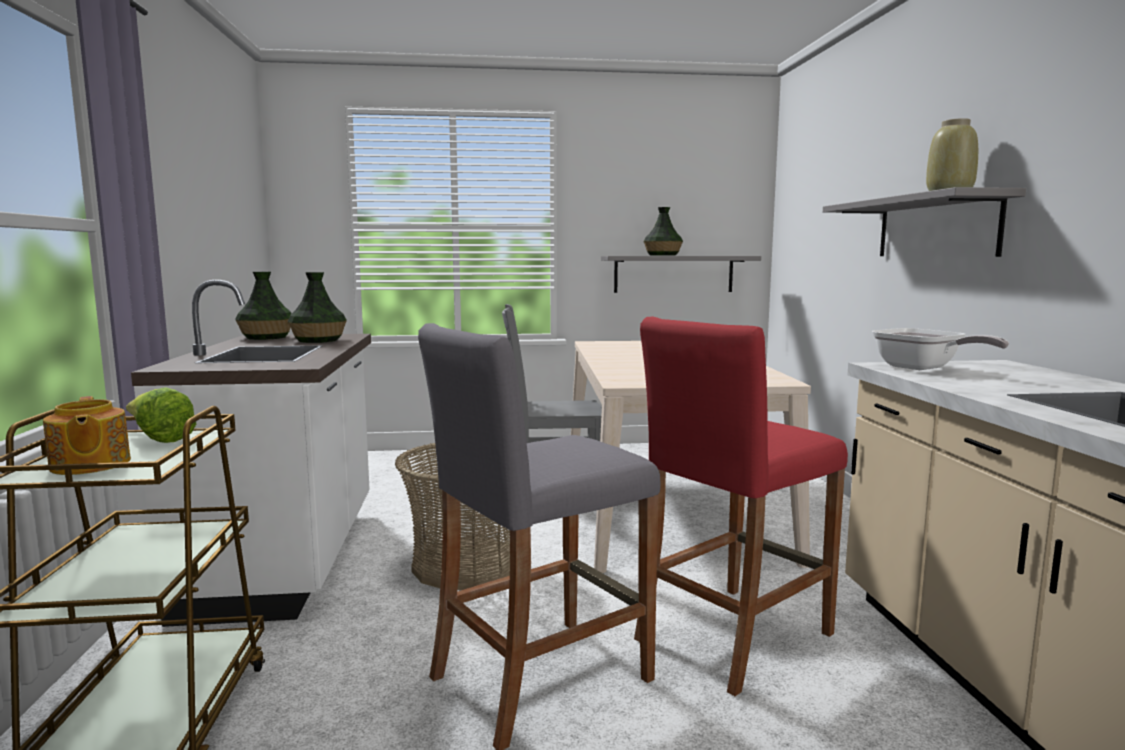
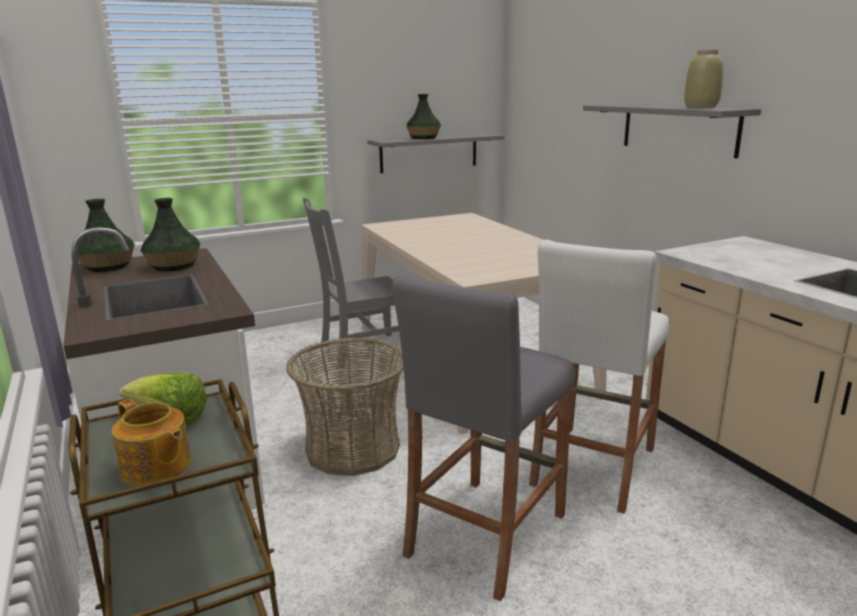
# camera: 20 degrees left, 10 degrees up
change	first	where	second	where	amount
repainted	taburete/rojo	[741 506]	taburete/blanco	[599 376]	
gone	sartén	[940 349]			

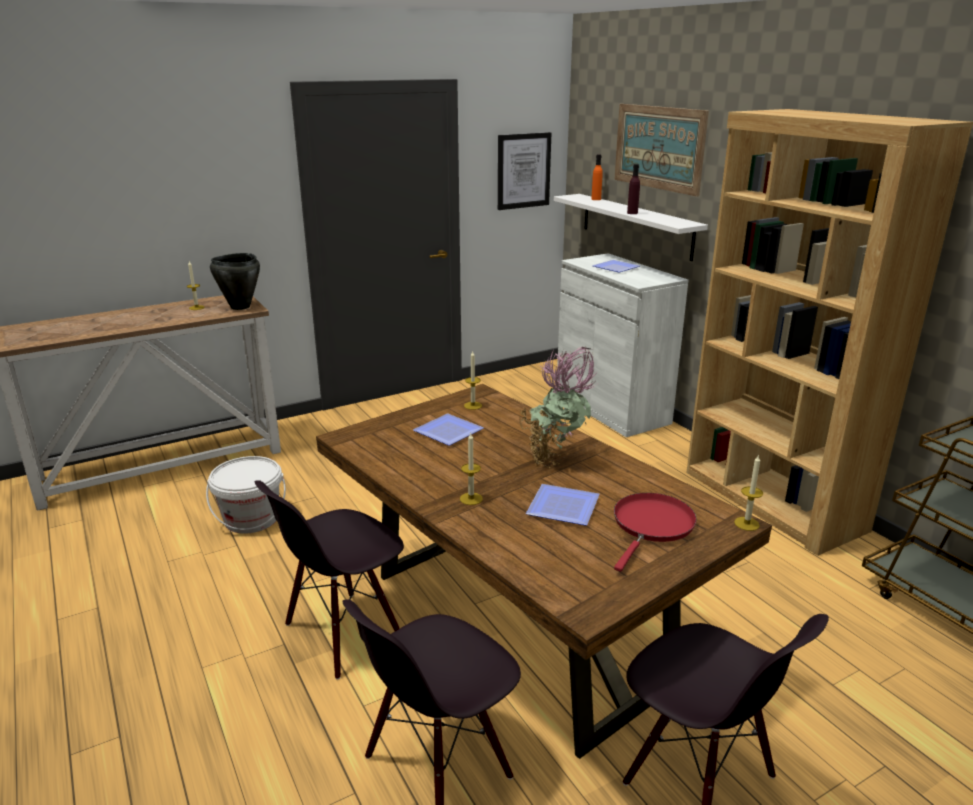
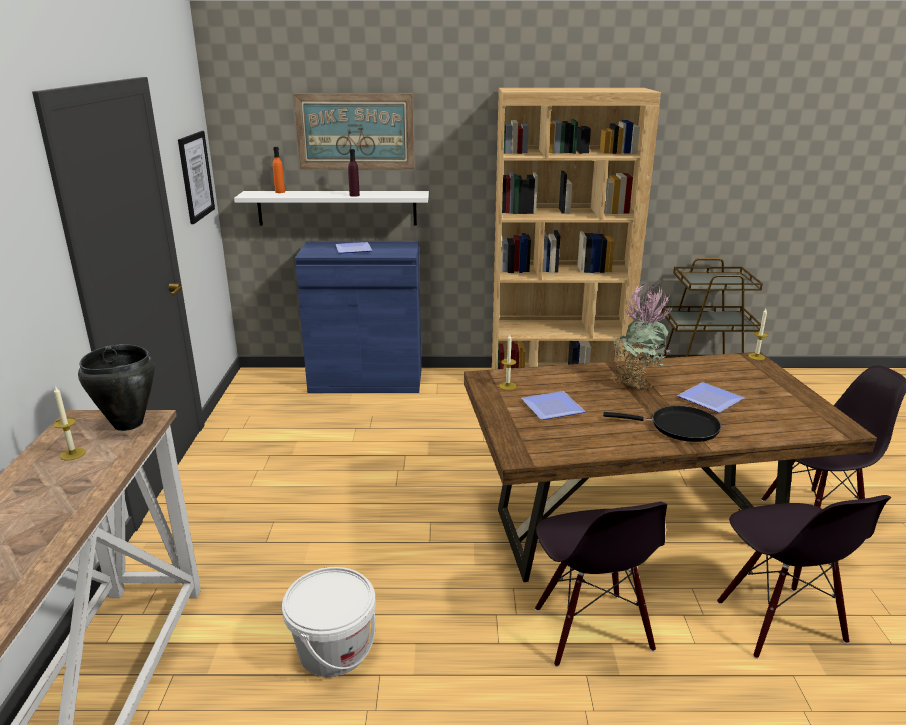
# camera: 60 degrees left, 0 degrees up
change	first	where	second	where	amount
repainted	armario/blanco	[623 345]	armario/azul	[358 317]	
swapped	vela	[471 468]	sartén/negro	[662 424]	
gone	sartén/rojo	[655 532]			

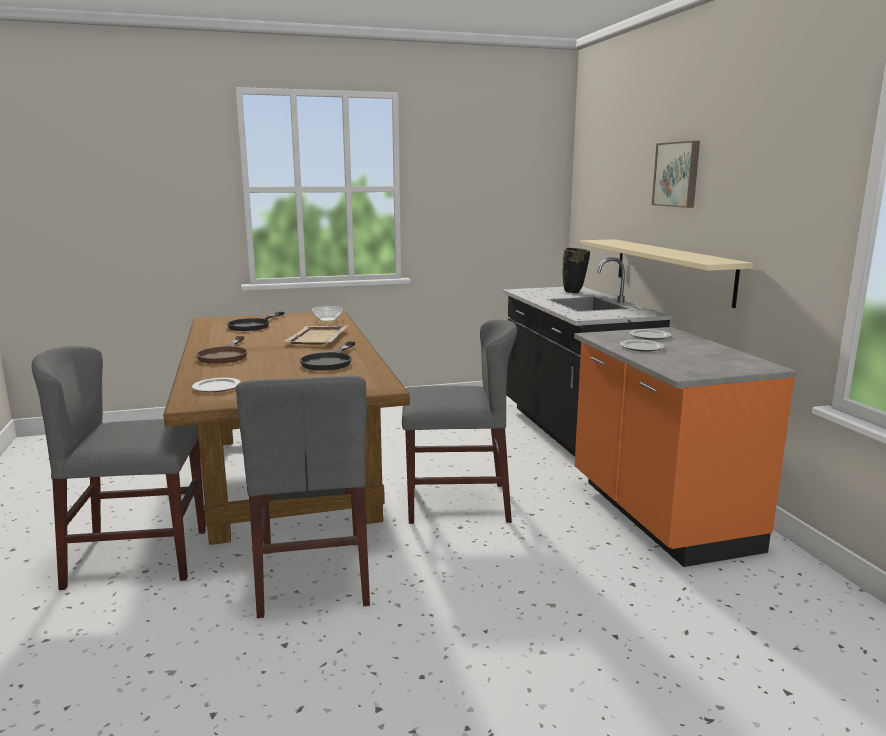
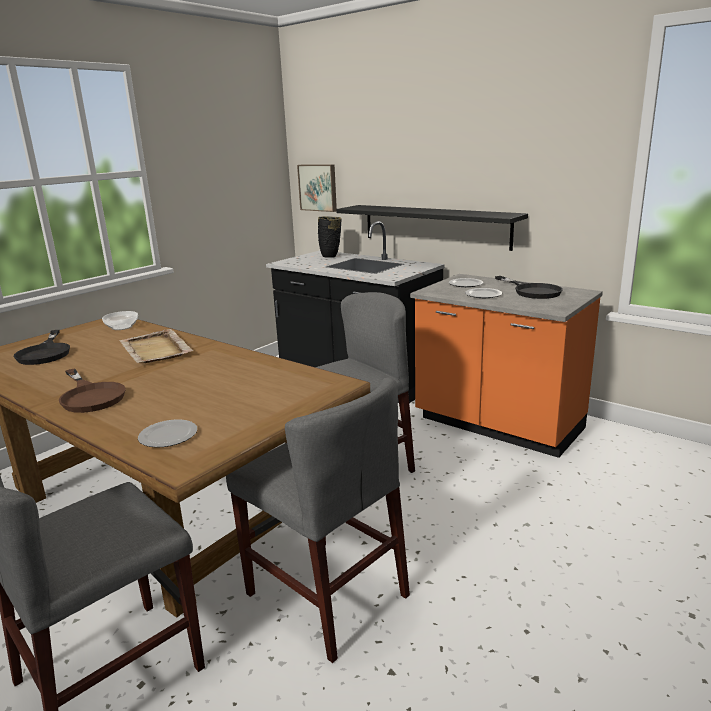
# camera: 35 degrees left, 5 degrees up
change	first	where	second	where	amount
shifted	cuadro	[676 174]		[317 188]	
repainted	estante/beis	[666 273]	estante/negro	[432 228]	
shifted	sartén/negro	[327 356]		[529 287]	

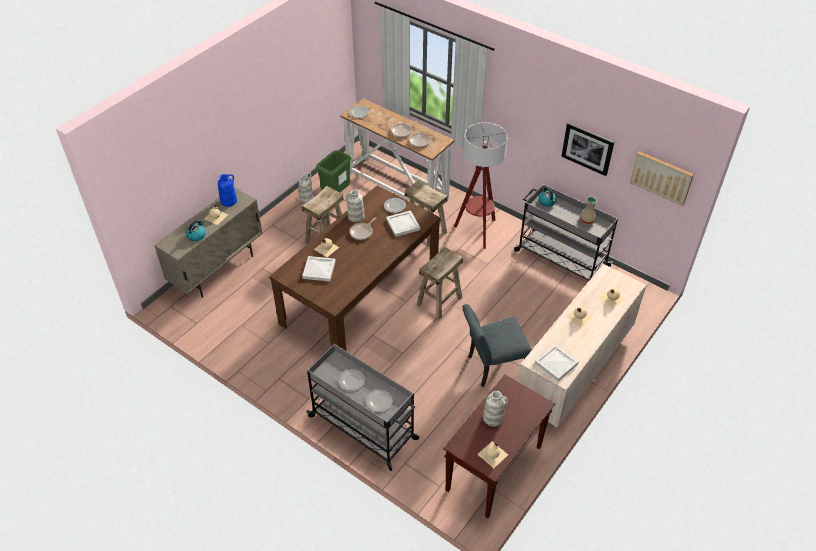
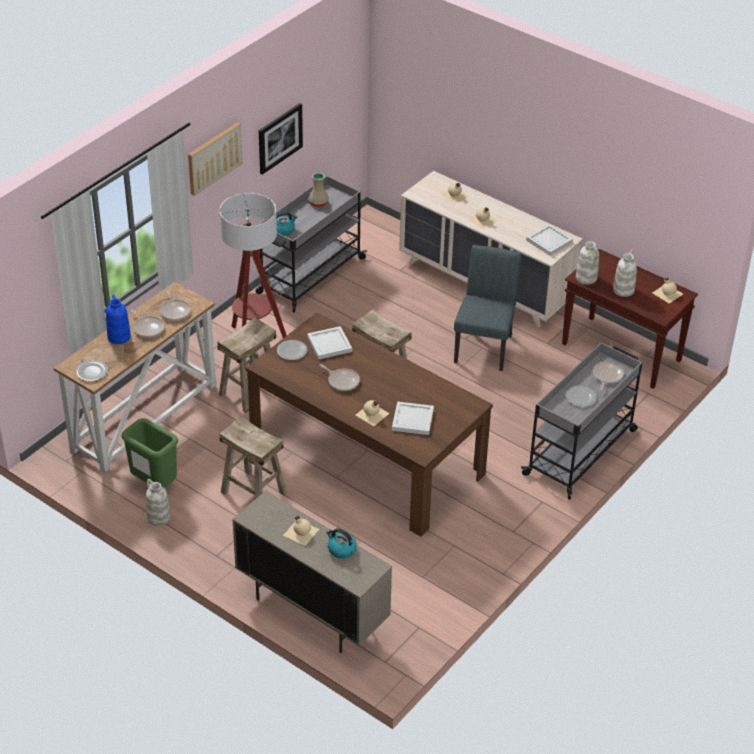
# camera: 90 degrees left, 5 degrees down
change	first	where	second	where	amount
shifted	florero/azul	[227 190]		[118 319]	
shifted	cuadro	[662 178]		[215 159]	
rotated	silla/gris	[497 345]		[488 308]	150 degrees counterclockwise
shifted	florero/blanco	[355 205]		[587 262]	
swapped	plato	[379 401]	sartén	[608 376]	

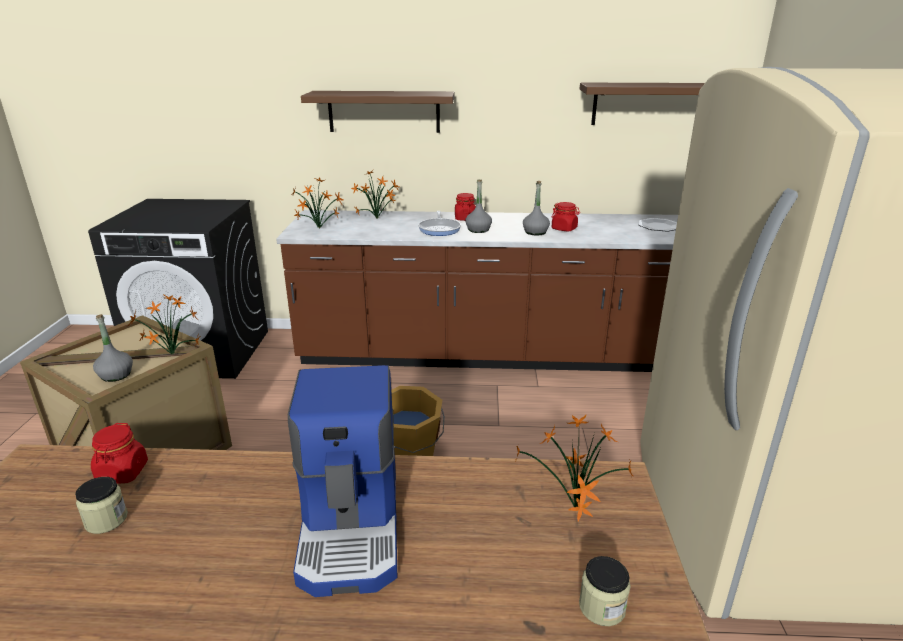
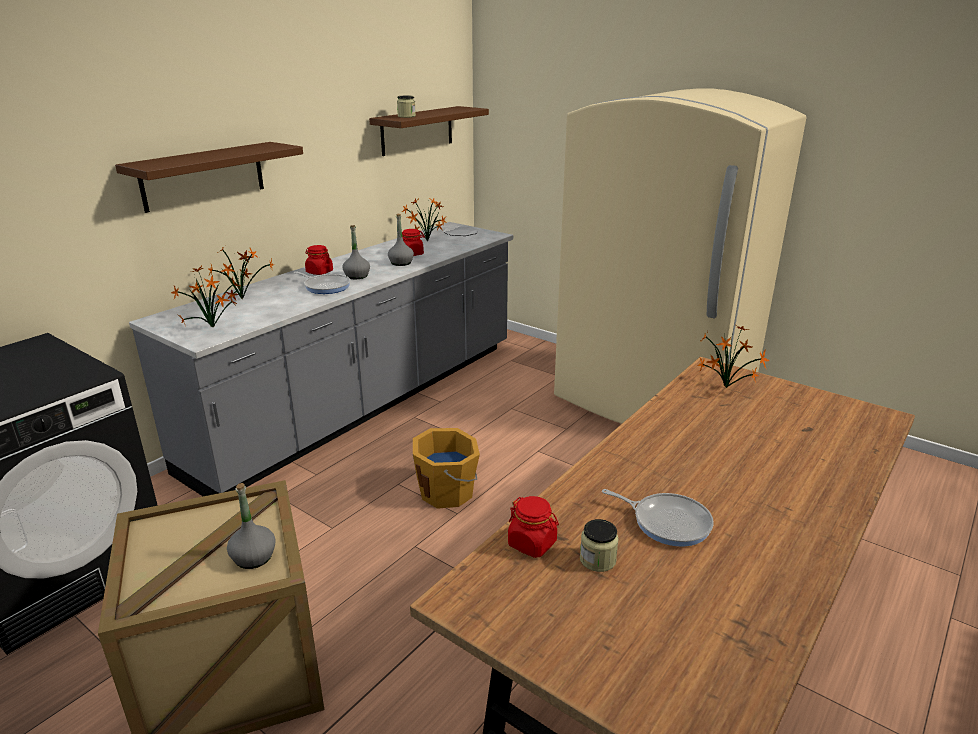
# camera: 55 degrees left, 0 degrees up
change	first	where	second	where	amount
repainted	mueble bajo de cocina/marrón	[477 291]	mueble bajo de cocina/gris	[321 359]	
shifted	tarro	[605 591]		[406 107]	
shifted	planta en maceta	[164 324]		[424 220]	
new			sartén	[658 518]	
gone	cafetera	[342 481]			

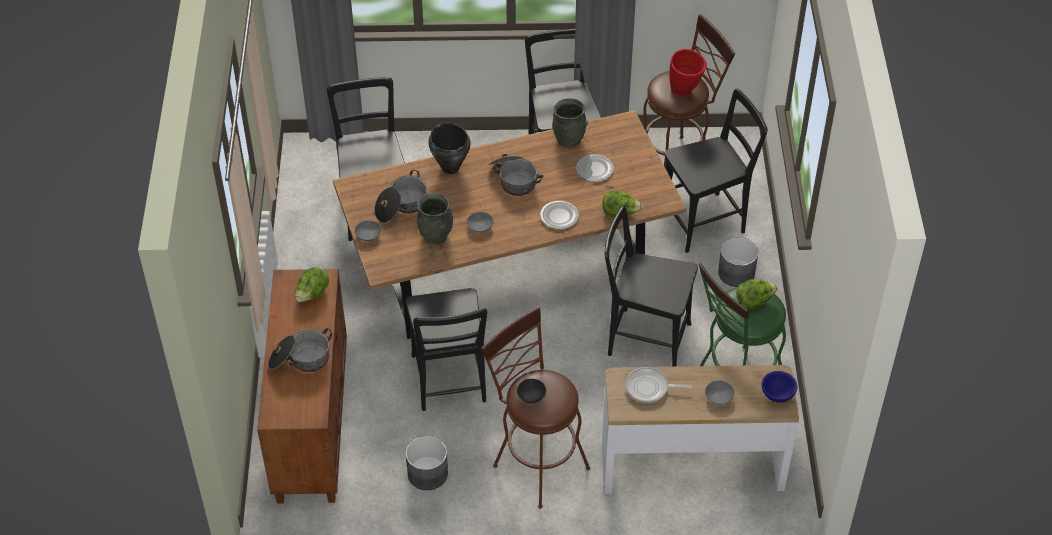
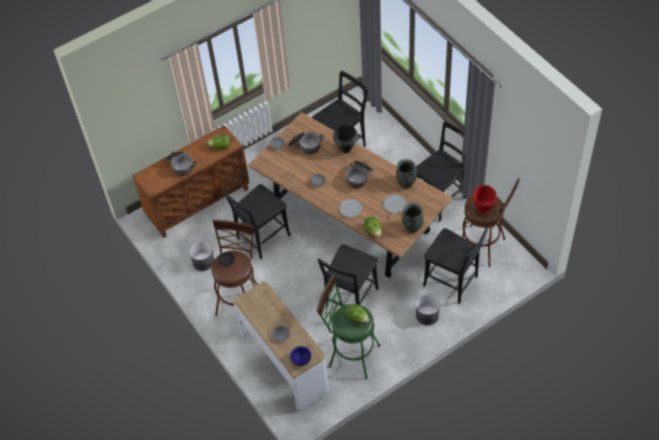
# camera: 60 degrees right, 5 degrees up
change	first	where	second	where	amount
rotated	silla/negro	[651 286]		[348 275]	135 degrees counterclockwise
shifted	florero/gris	[435 219]		[412 218]	
gone	sartén	[658 385]			

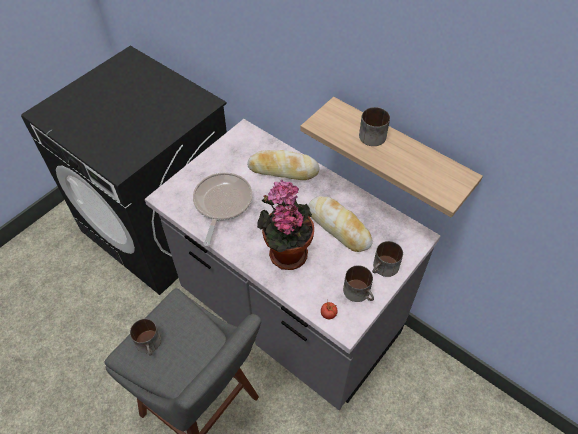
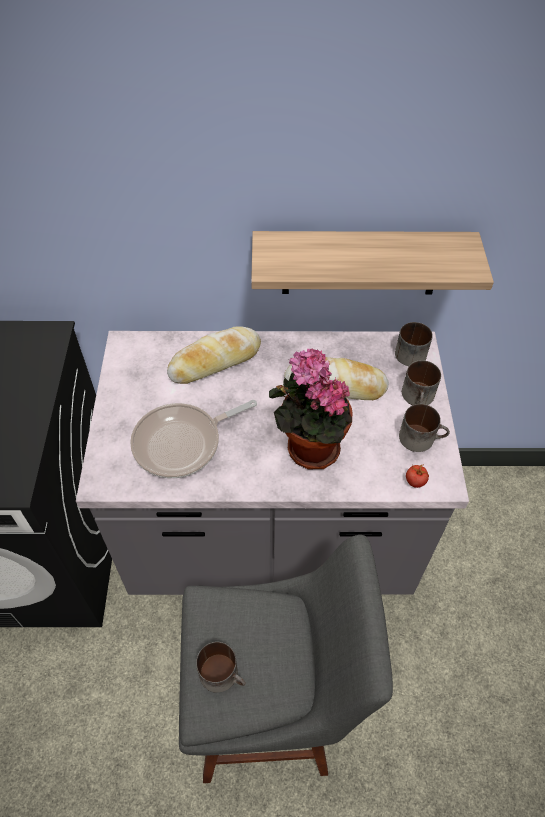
# camera: 40 degrees left, 0 degrees up
change	first	where	second	where	amount
rotated	sartén	[223 209]		[193 439]	90 degrees counterclockwise
shifted	taza grande	[374 126]		[414 344]	

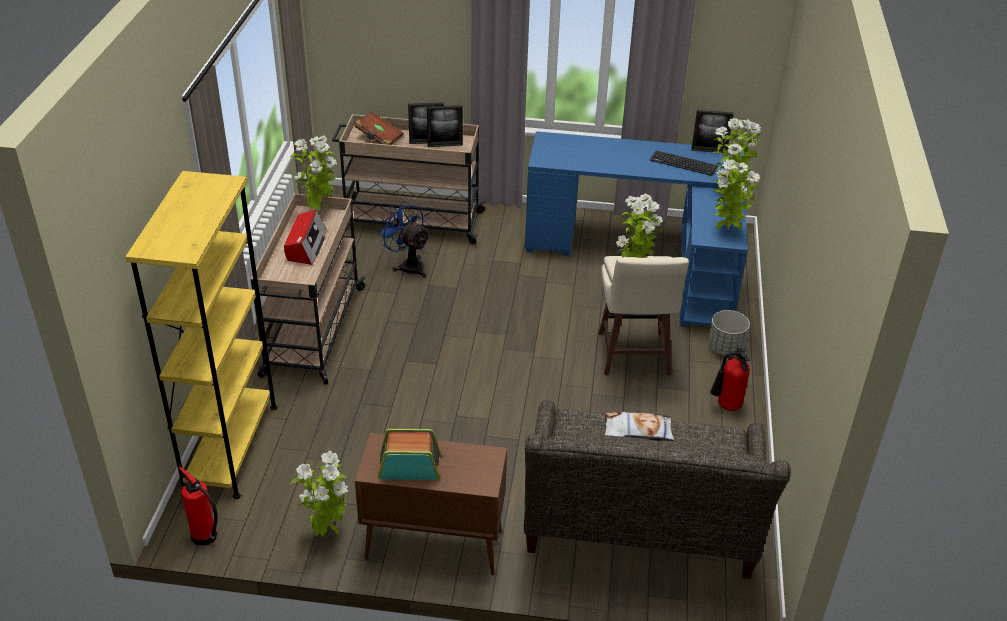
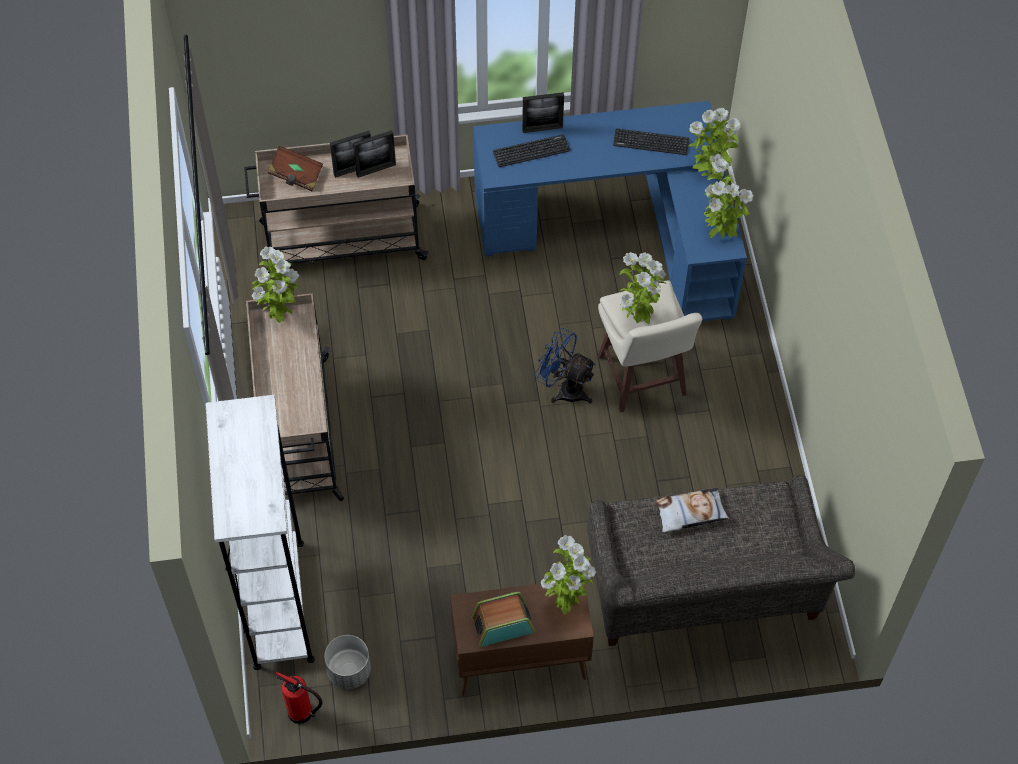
# camera: 15 degrees left, 20 degrees up
change	first	where	second	where	amount
repainted	estantería/amarillo	[201 335]	estantería/blanco	[260 532]	
shifted	maceta/gris	[729 333]		[347 662]	
new			teclado	[531 150]	
shifted	portarretratos	[712 131]		[543 112]	
shifted	ventilador/azul	[403 239]		[565 366]	
shifted	planta en maceta	[319 494]		[568 574]	
gone	radio	[305 237]			
gone	extintor	[730 379]			

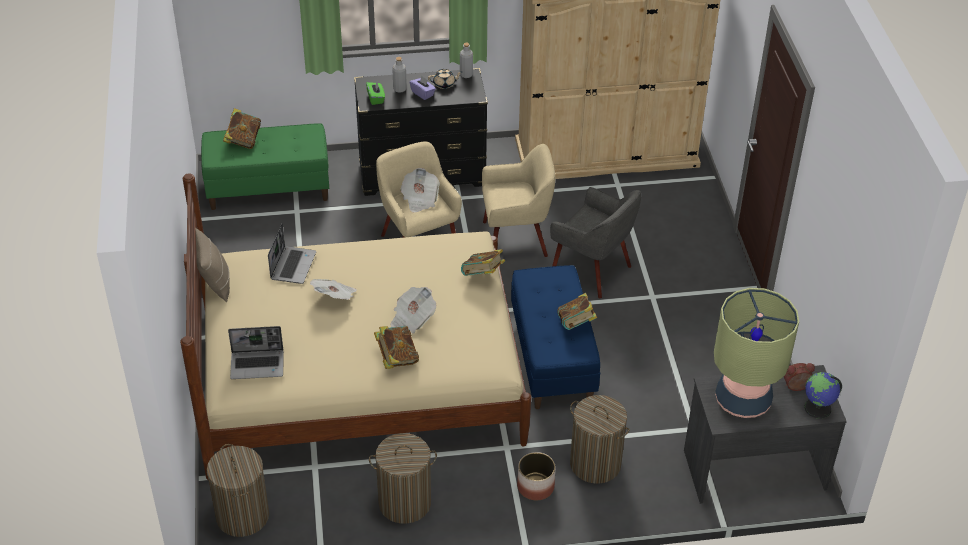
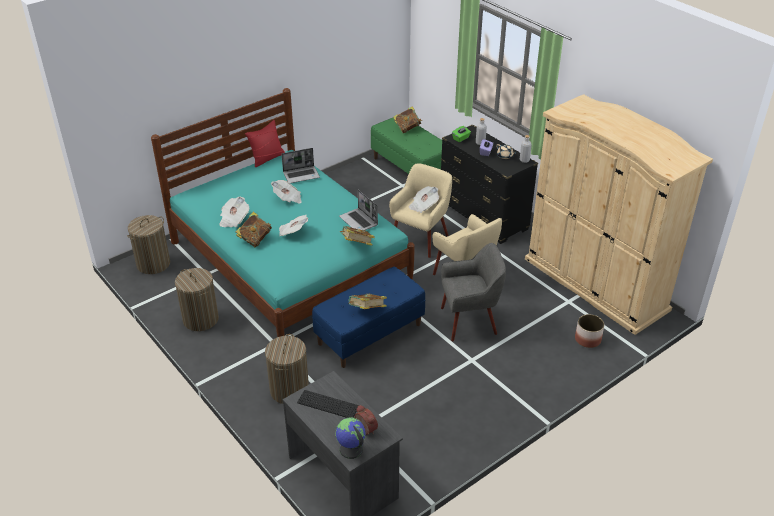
# camera: 60 degrees right, 5 degrees down
change	first	where	second	where	amount
repainted	cama/beis	[355 327]	cama/turquesa	[283 212]	
new			periódico	[234 212]	
repainted	cojín/beis	[212 265]	cojín/rojo	[265 143]	
swapped	lámpara de mesa	[756 353]	teclado	[327 404]	
shifted	portátil	[256 352]		[358 210]	
rotated	sillón/gris	[595 242]		[473 292]	105 degrees counterclockwise
shifted	maceta	[536 476]		[589 331]	

